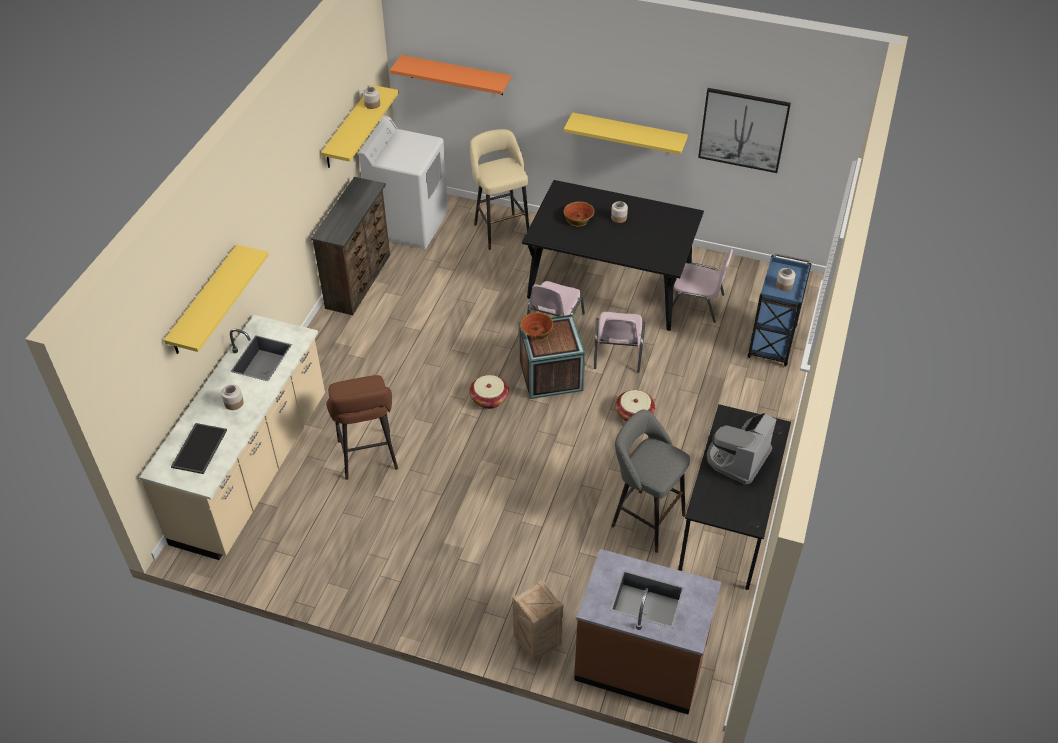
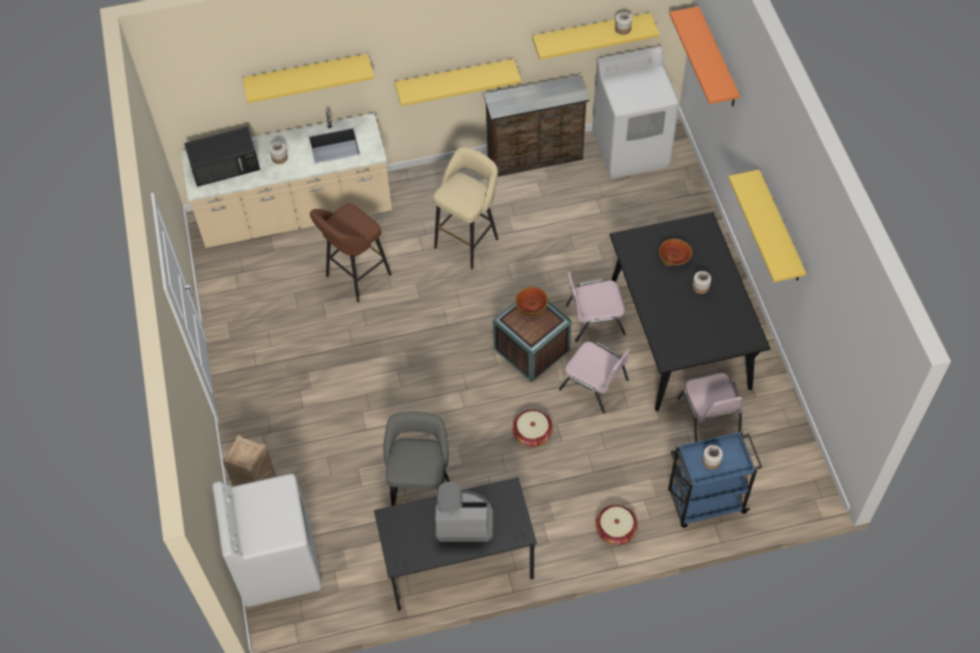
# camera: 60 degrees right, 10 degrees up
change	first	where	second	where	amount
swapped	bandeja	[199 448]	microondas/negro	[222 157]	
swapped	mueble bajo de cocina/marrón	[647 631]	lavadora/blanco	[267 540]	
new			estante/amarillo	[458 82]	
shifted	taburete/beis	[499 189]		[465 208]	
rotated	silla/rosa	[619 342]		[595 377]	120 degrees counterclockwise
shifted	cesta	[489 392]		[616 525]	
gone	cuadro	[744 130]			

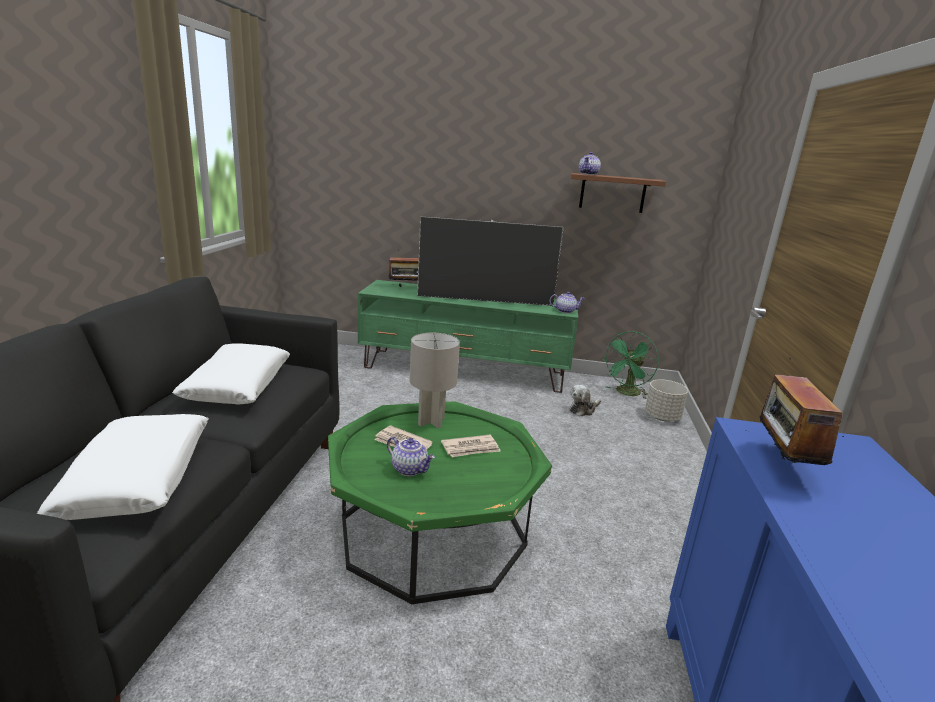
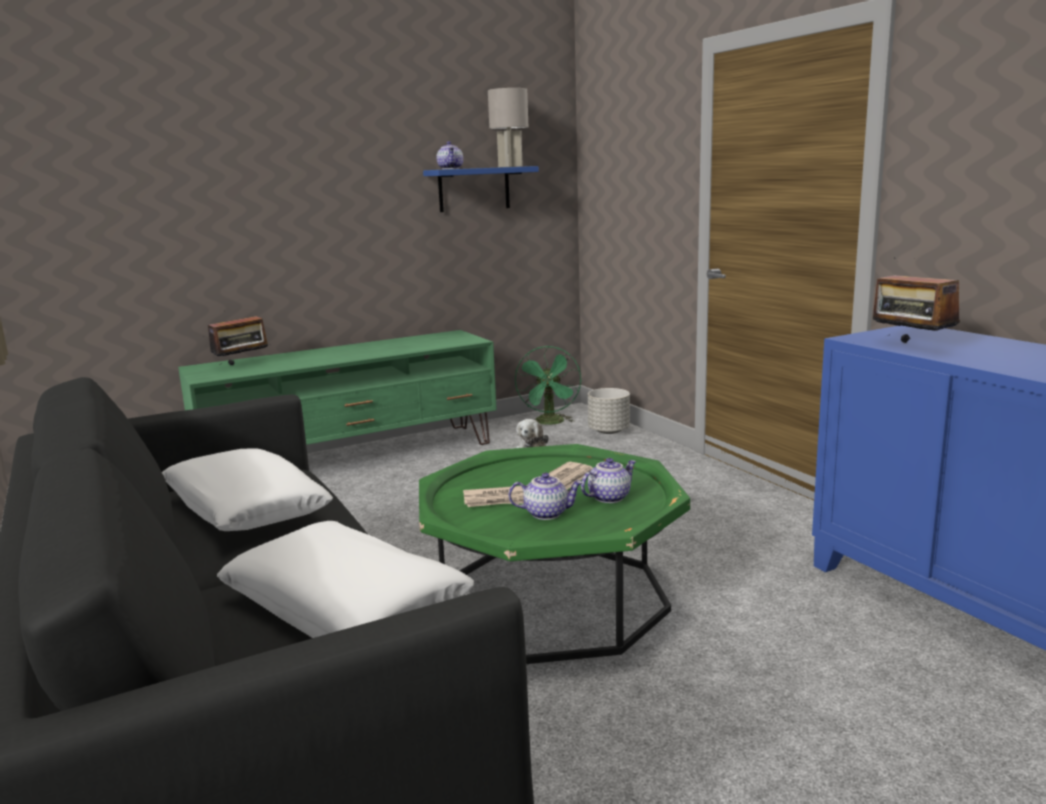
# camera: 35 degrees left, 5 degrees down
change	first	where	second	where	amount
repainted	estante/marrón	[618 193]	estante/azul	[481 189]	
shifted	lámpara de mesa/gris	[435 380]		[508 127]	
shifted	tetera	[567 302]		[608 480]	
gone	televisor	[490 261]			

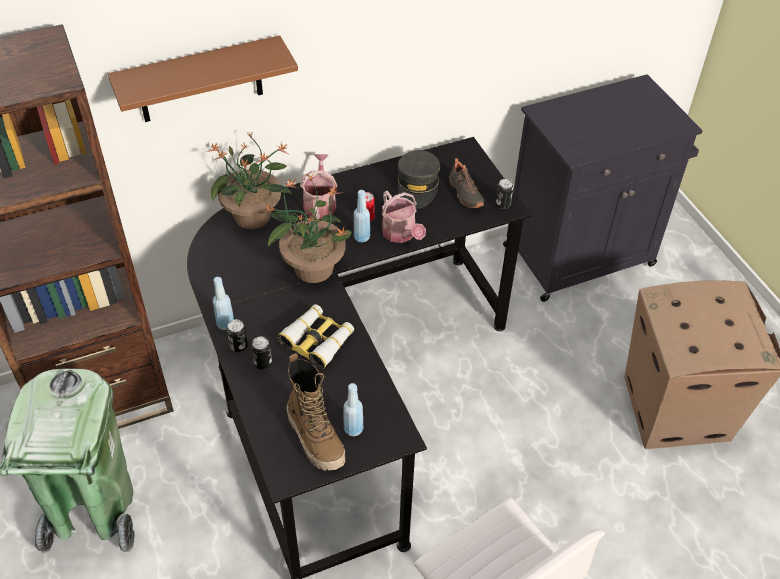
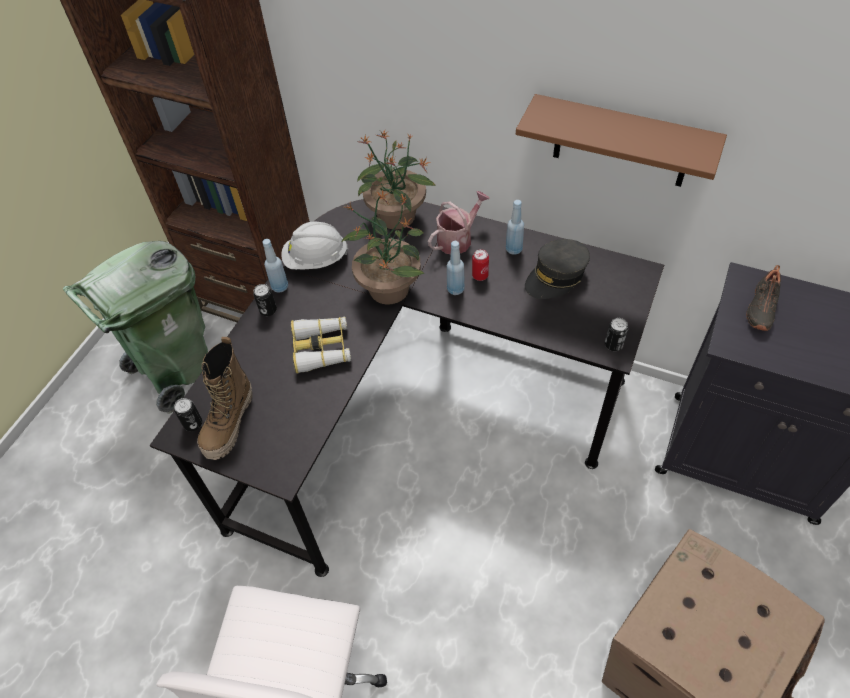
# camera: 50 degrees right, 5 degrees up
change	first	where	second	where	amount
shifted	lata	[261 353]		[188 414]	
new			casco/blanco	[314 245]	
shifted	botella/azul	[353 409]		[515 227]	
shifted	estante/marrón	[203 78]		[621 140]	
shifted	zapato/negro	[466 183]		[763 298]	
gone	regadera	[404 217]			

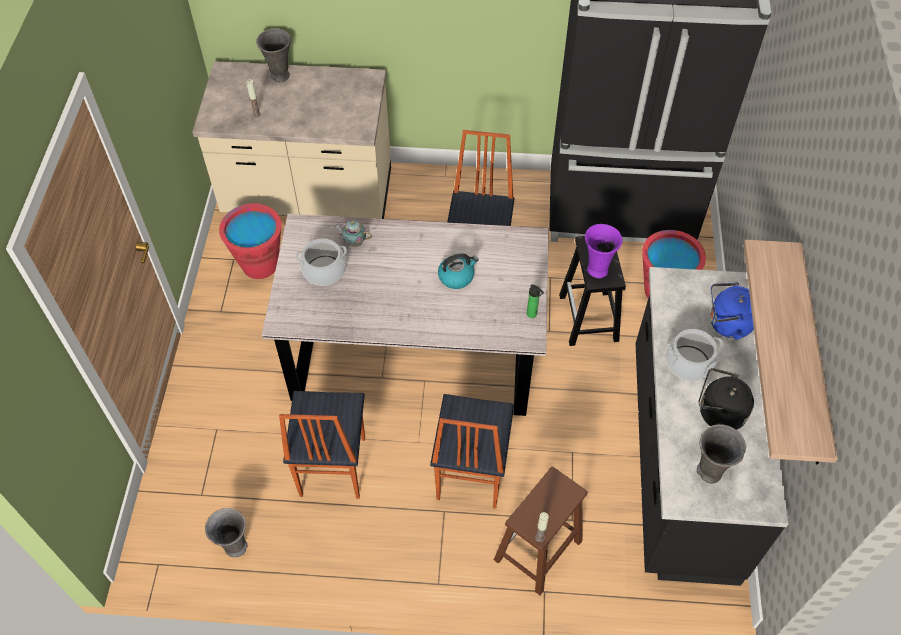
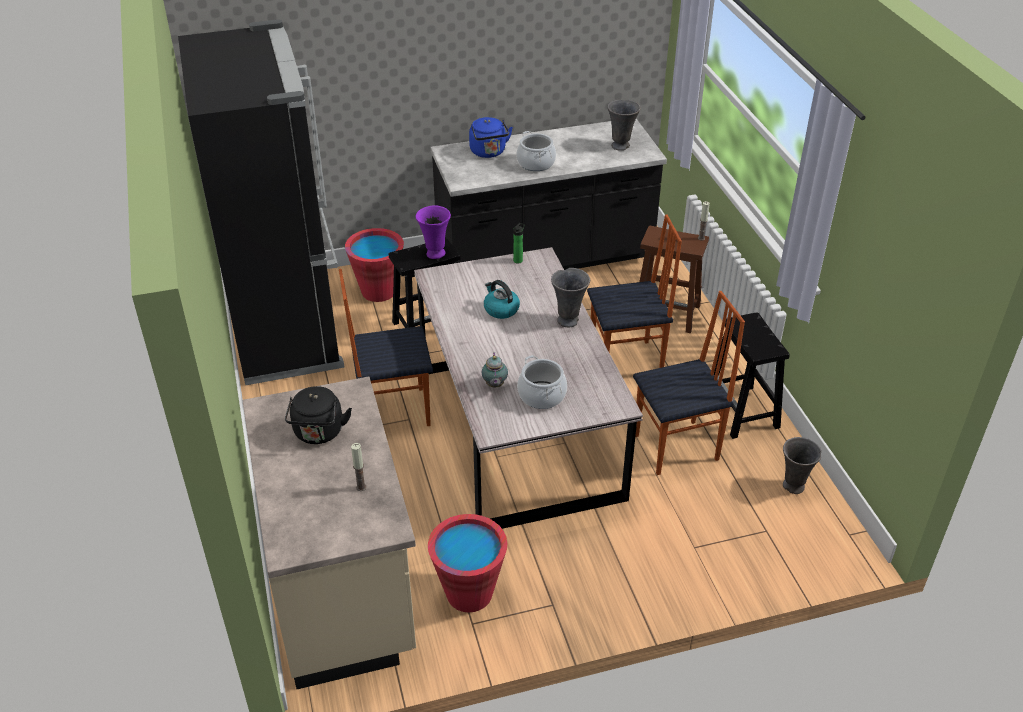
# camera: 110 degrees left, 15 degrees down
change	first	where	second	where	amount
shifted	hervidor/negro	[726 399]		[318 415]	
shifted	florero/gris	[273 55]		[570 297]	
new			taburete/negro	[752 375]	
gone	estante	[791 352]			

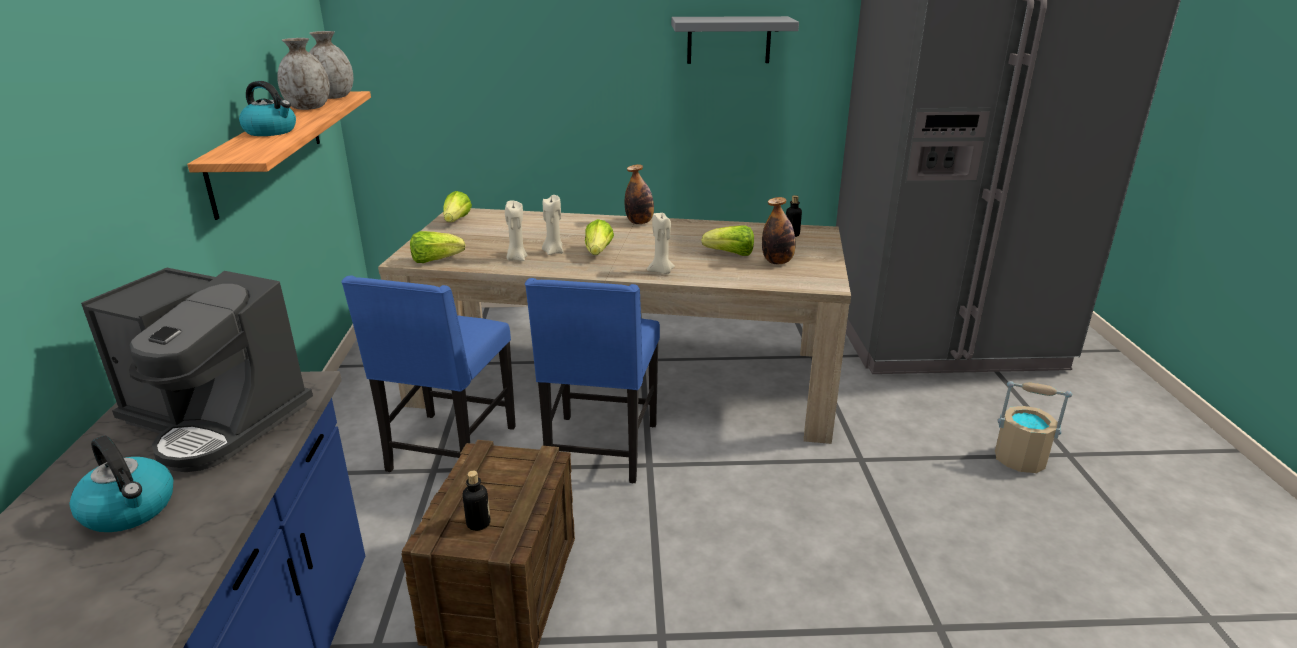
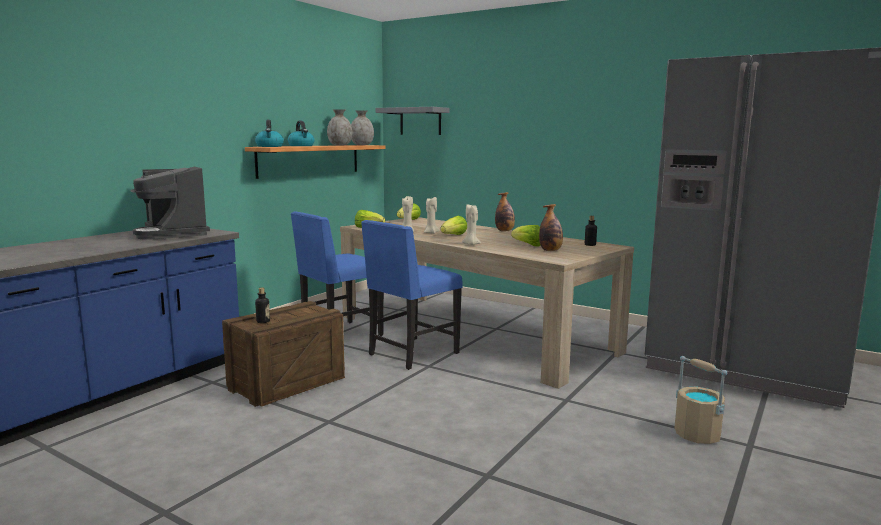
# camera: 35 degrees right, 15 degrees down
change	first	where	second	where	amount
shifted	hervidor	[121 484]		[269 133]	
shifted	estante/gris	[735 40]		[412 121]	

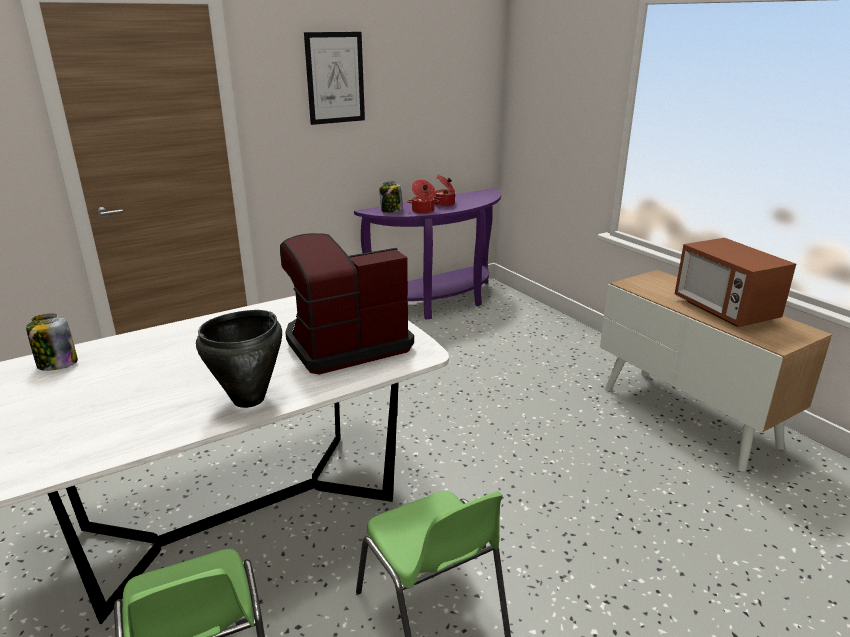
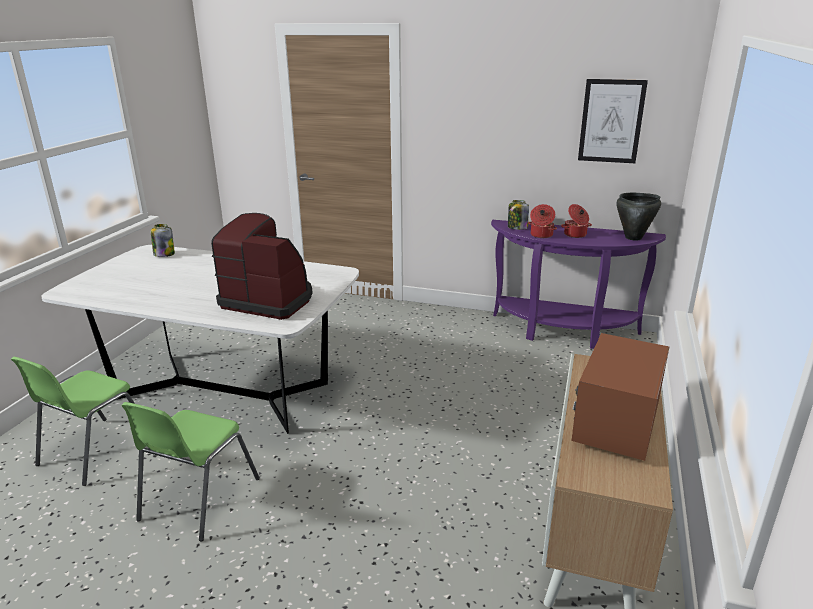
# camera: 50 degrees right, 0 degrees up
change	first	where	second	where	amount
shifted	cuadro	[334 78]		[613 121]	
shifted	olla/negro	[239 359]		[638 216]	

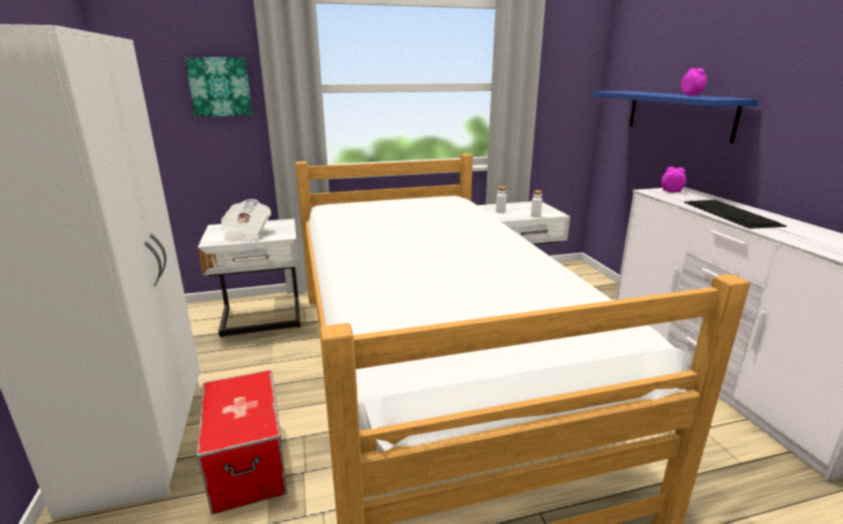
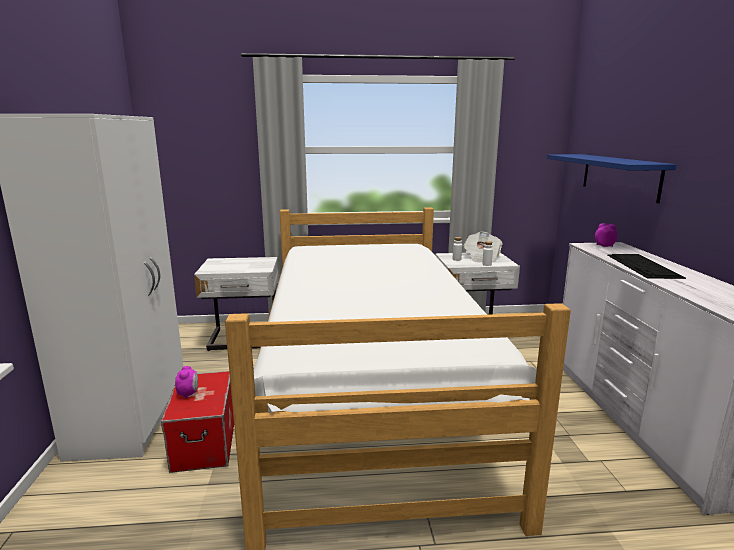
# camera: 10 degrees right, 5 degrees down
change	first	where	second	where	amount
shifted	despertador	[694 82]		[186 382]	
shifted	periódico	[246 220]		[483 247]	
gone	cuadro	[219 87]			

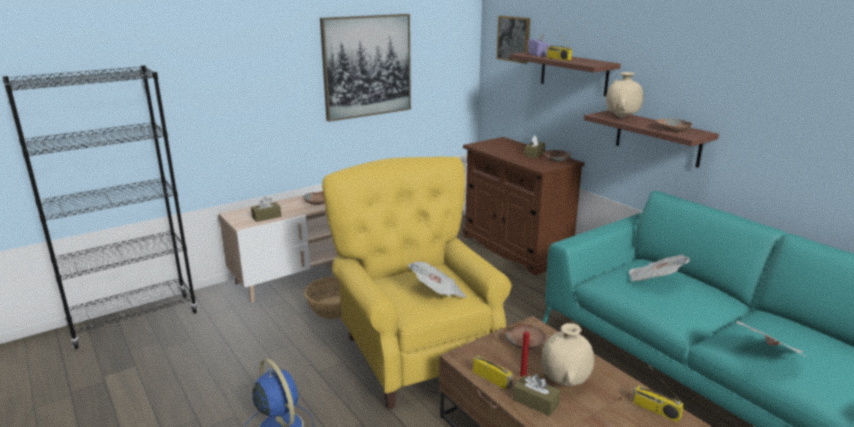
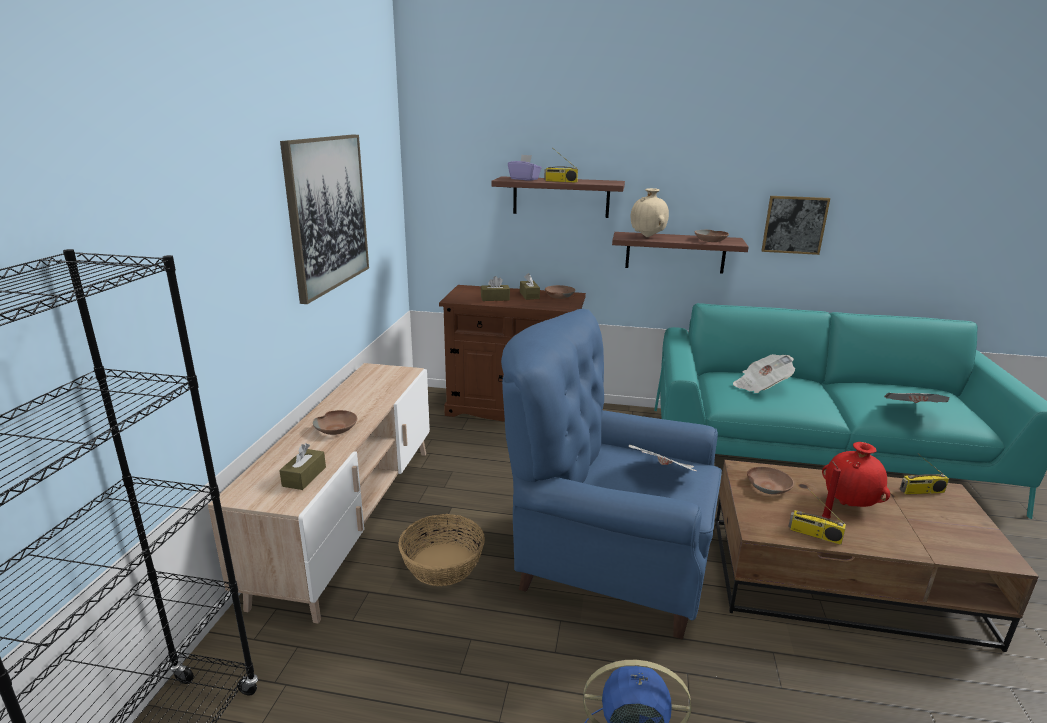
# camera: 45 degrees left, 0 degrees up
change	first	where	second	where	amount
shifted	caja de pañuelos/marrón	[537 395]		[495 288]	
repainted	sillón/amarillo	[416 283]	sillón/azul	[611 474]	
shifted	cuadro	[513 40]		[795 225]	
rotated	radio	[493 370]		[817 517]	150 degrees counterclockwise
repainted	florero/beis	[568 354]	florero/rojo	[856 474]	

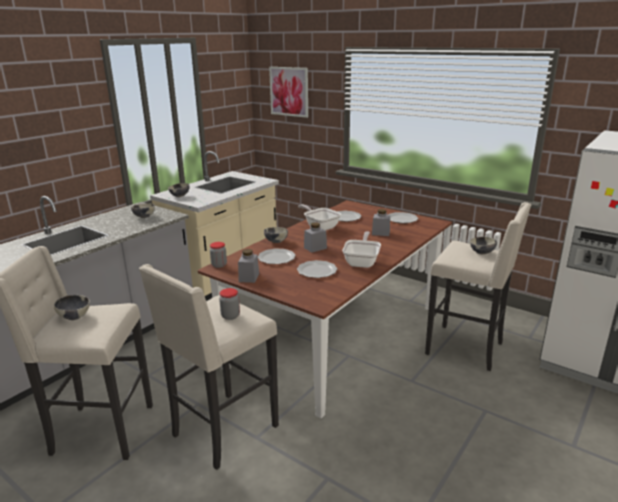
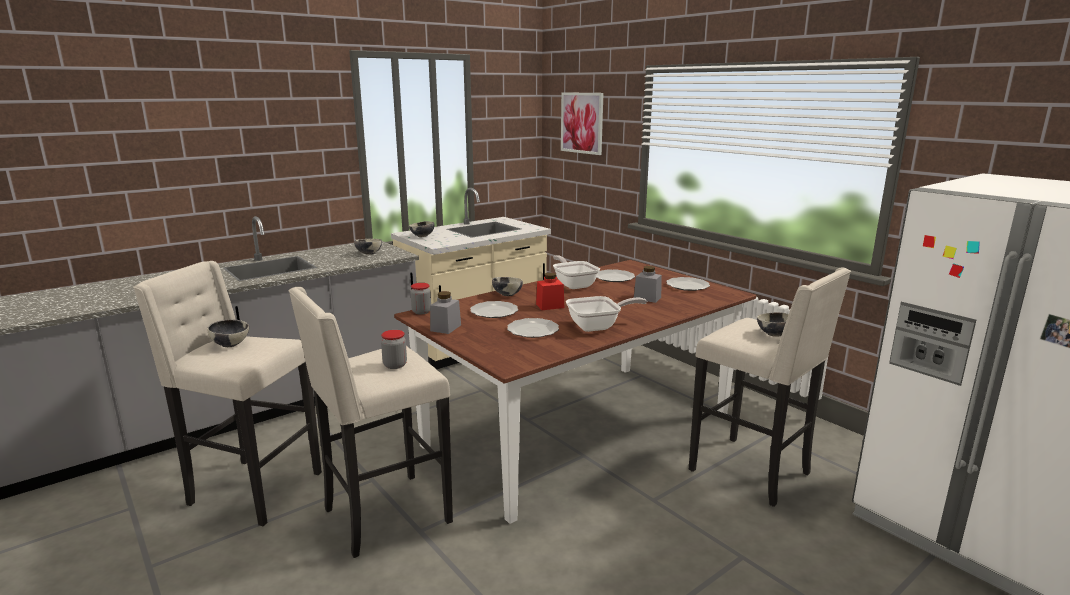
# camera: 15 degrees right, 5 degrees down
change	first	where	second	where	amount
repainted	tarro/gris	[315 237]	tarro/rojo	[550 291]	
rotated	sartén	[361 249]		[606 314]	45 degrees clockwise

